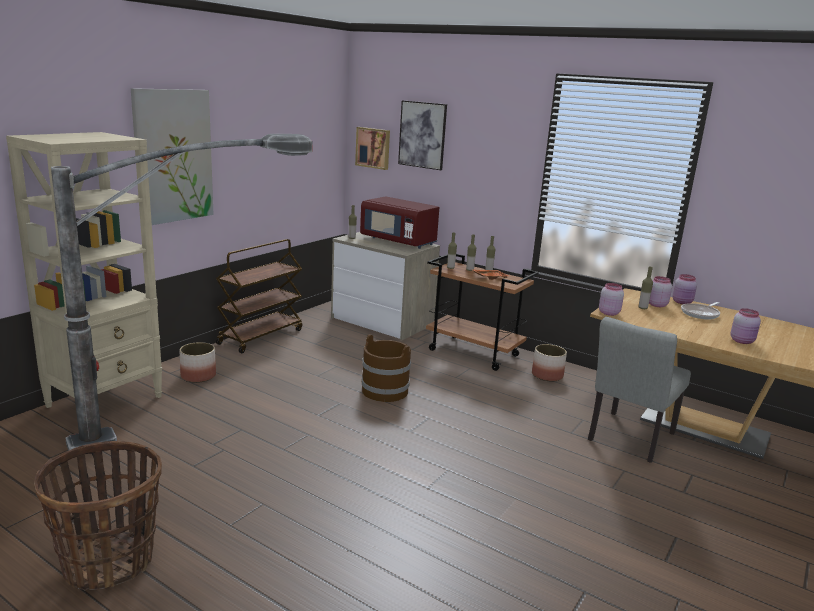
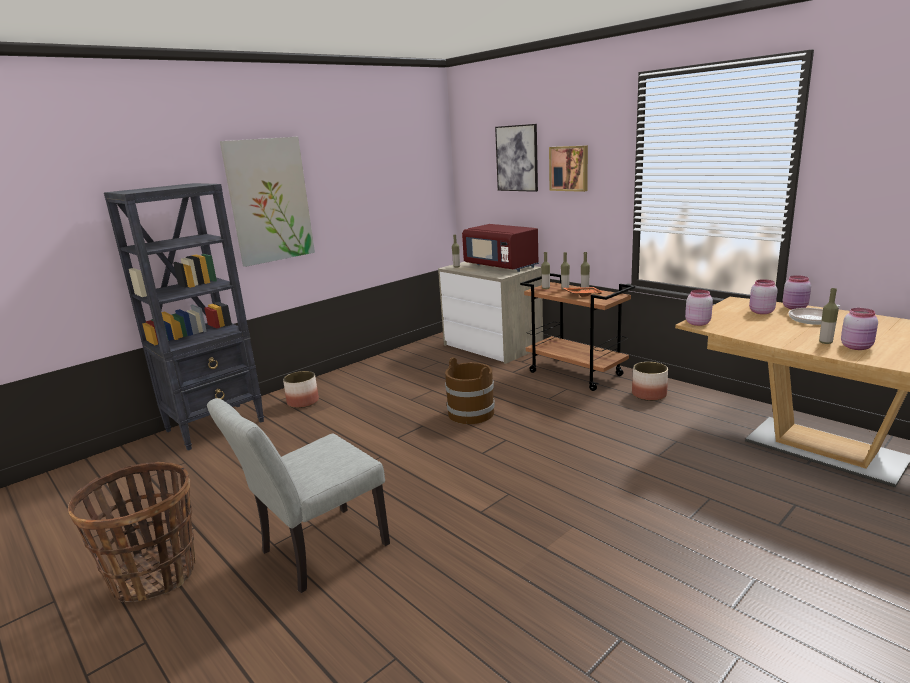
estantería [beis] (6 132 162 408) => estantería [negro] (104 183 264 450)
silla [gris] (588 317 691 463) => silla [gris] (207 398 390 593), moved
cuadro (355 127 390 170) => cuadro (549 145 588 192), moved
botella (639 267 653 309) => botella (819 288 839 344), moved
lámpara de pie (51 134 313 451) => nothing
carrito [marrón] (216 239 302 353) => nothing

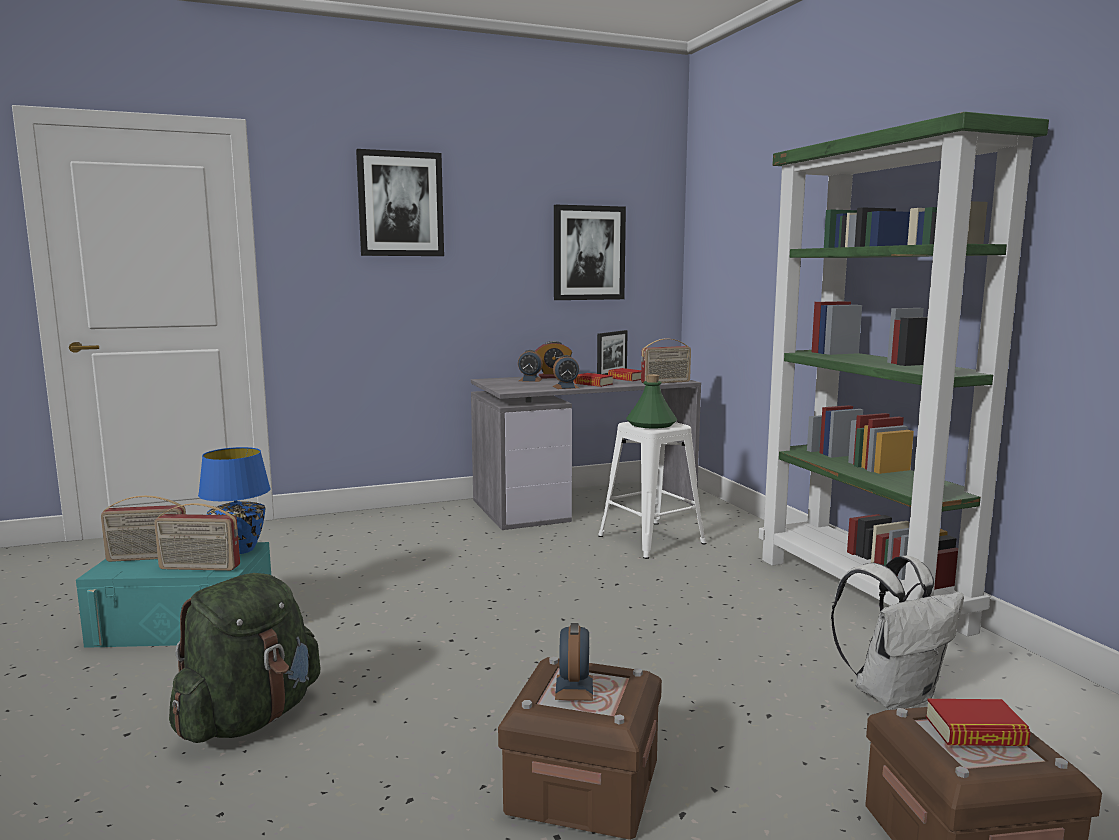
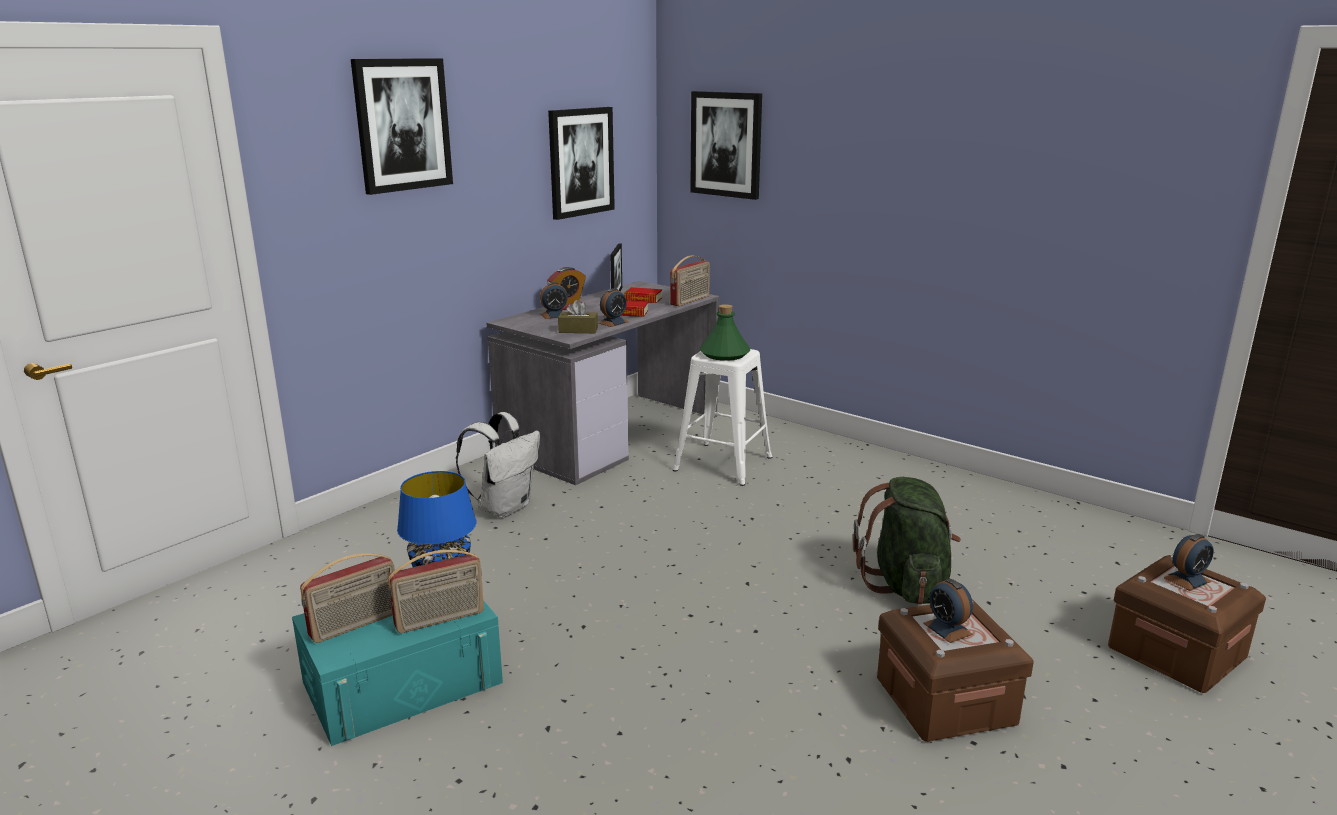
mochila [blanco] (831 555 964 710) => mochila [blanco] (456 412 540 518), moved
nothing => caja de pañuelos [marrón] (558 300 598 333)
nothing => cuadro (690 91 762 200)
mochila [verde] (169 573 320 743) => mochila [verde] (853 477 961 605), moved
libro (926 699 1031 746) => despertador (1164 534 1214 591)
estantería [verde] (759 112 1049 636) => nothing

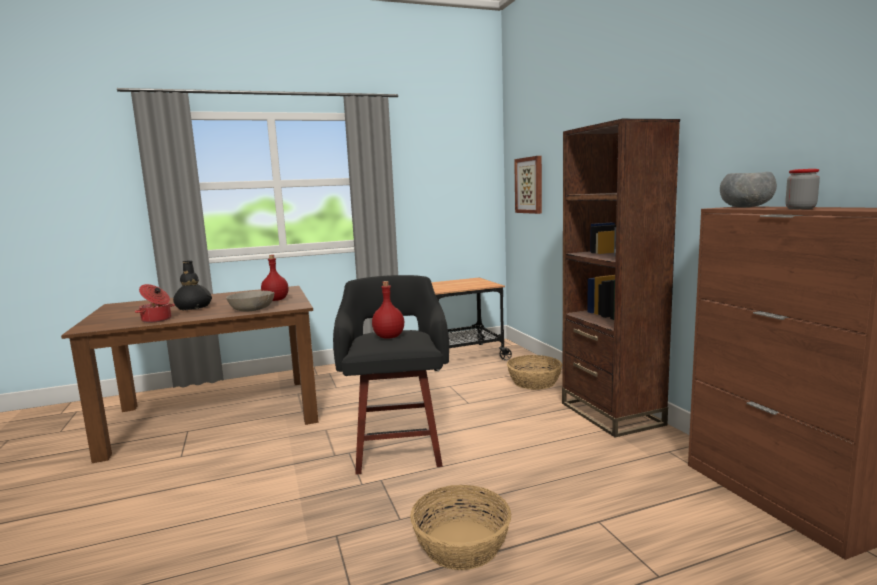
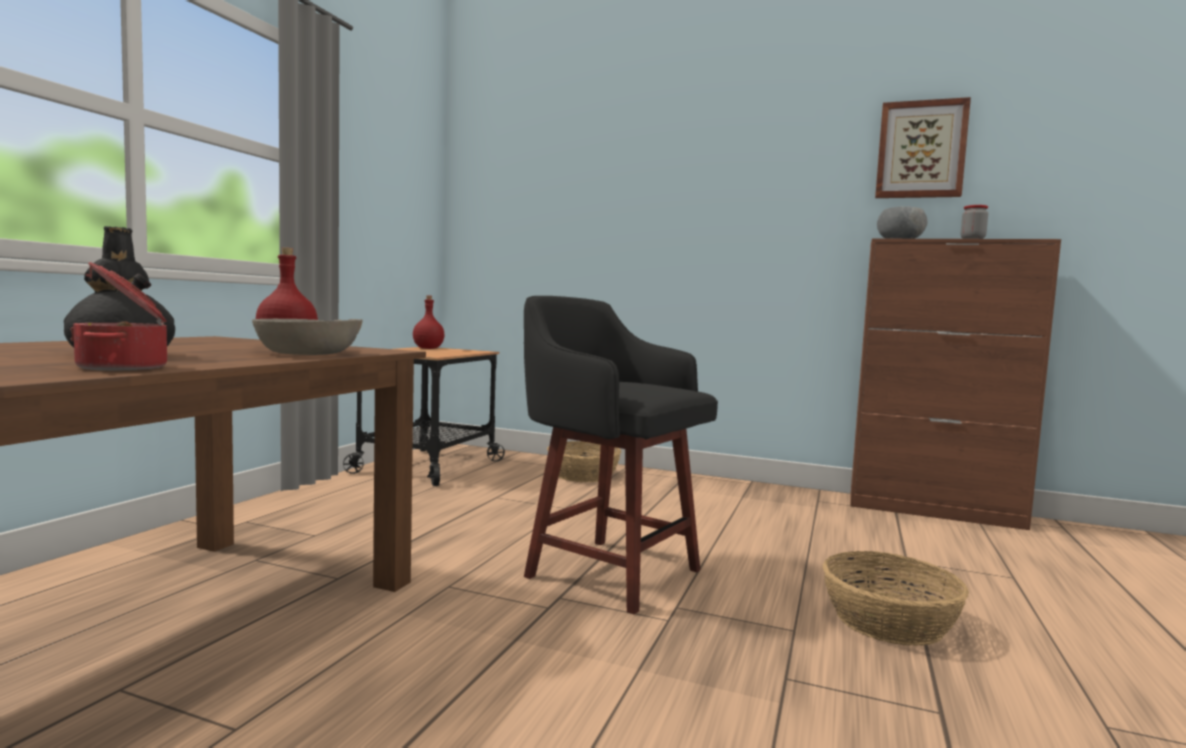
botella [rojo] (372 281 404 339) => botella [rojo] (413 296 444 349), moved
cuadro (514 156 542 214) => cuadro (875 97 971 198), moved
estantería [marrón] (562 119 680 437) => nothing

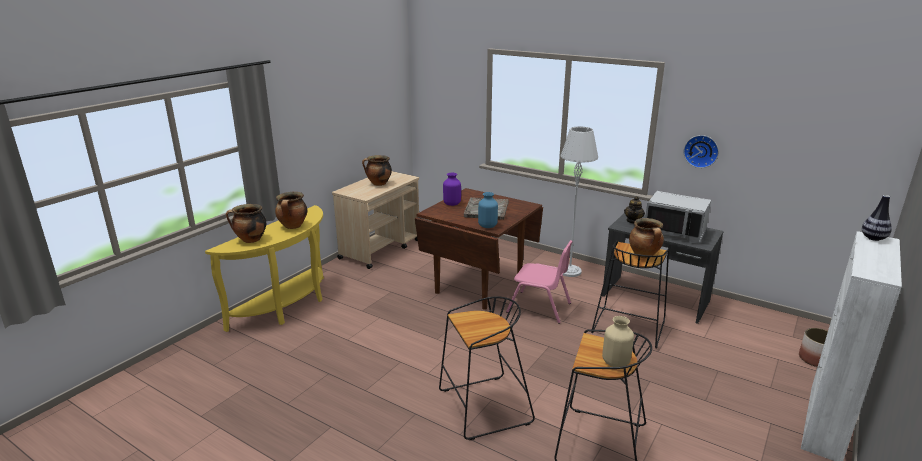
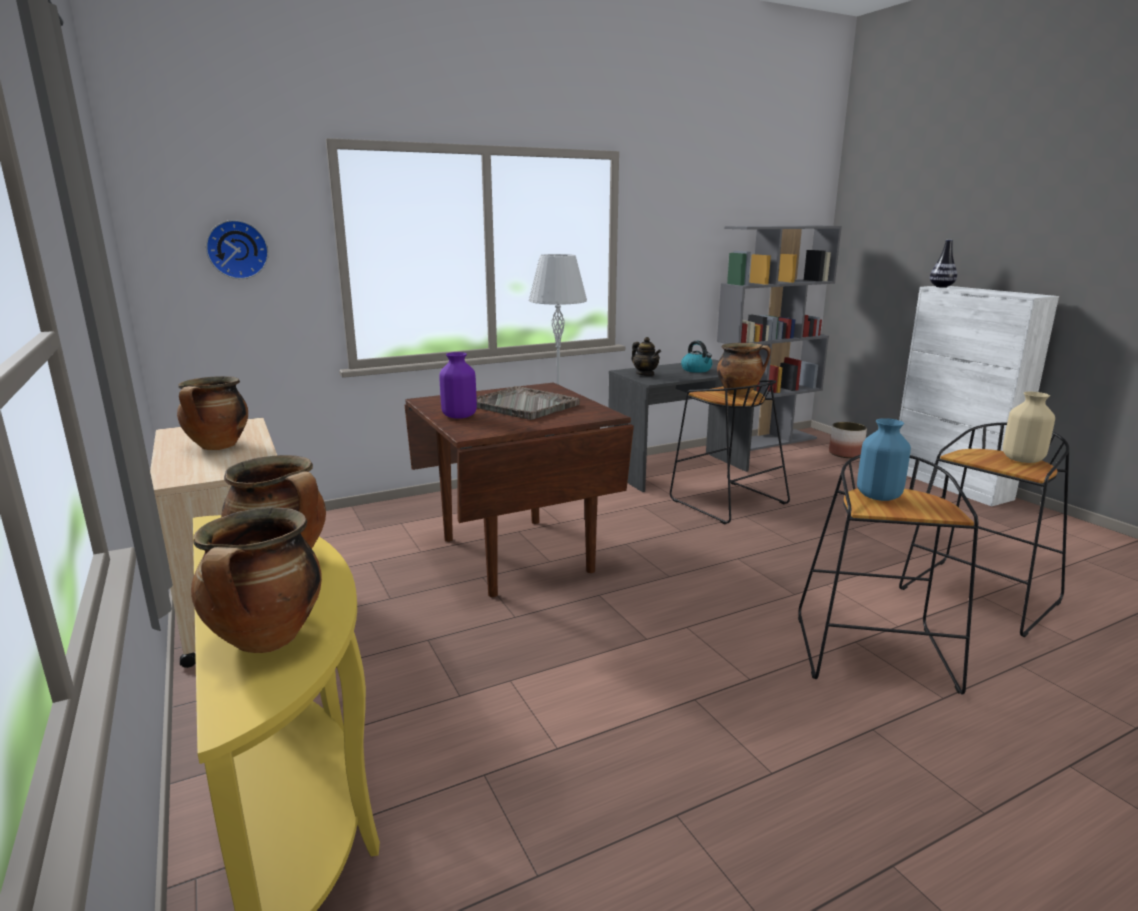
reloj de pared (684 135 719 168) => reloj de pared (206 220 269 279), moved
microondas [gris] (645 191 711 243) => hervidor (681 341 712 373)
nothing => estantería [gris] (717 226 842 451)
florero [azul] (478 192 498 228) => florero [azul] (857 418 911 501), moved
silla [rosa] (506 240 573 324) => nothing

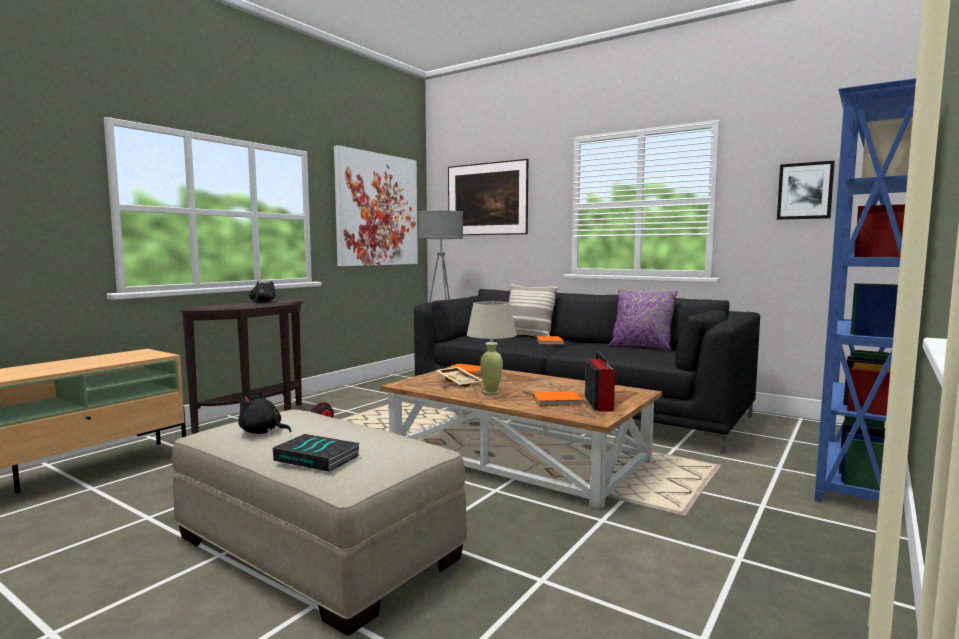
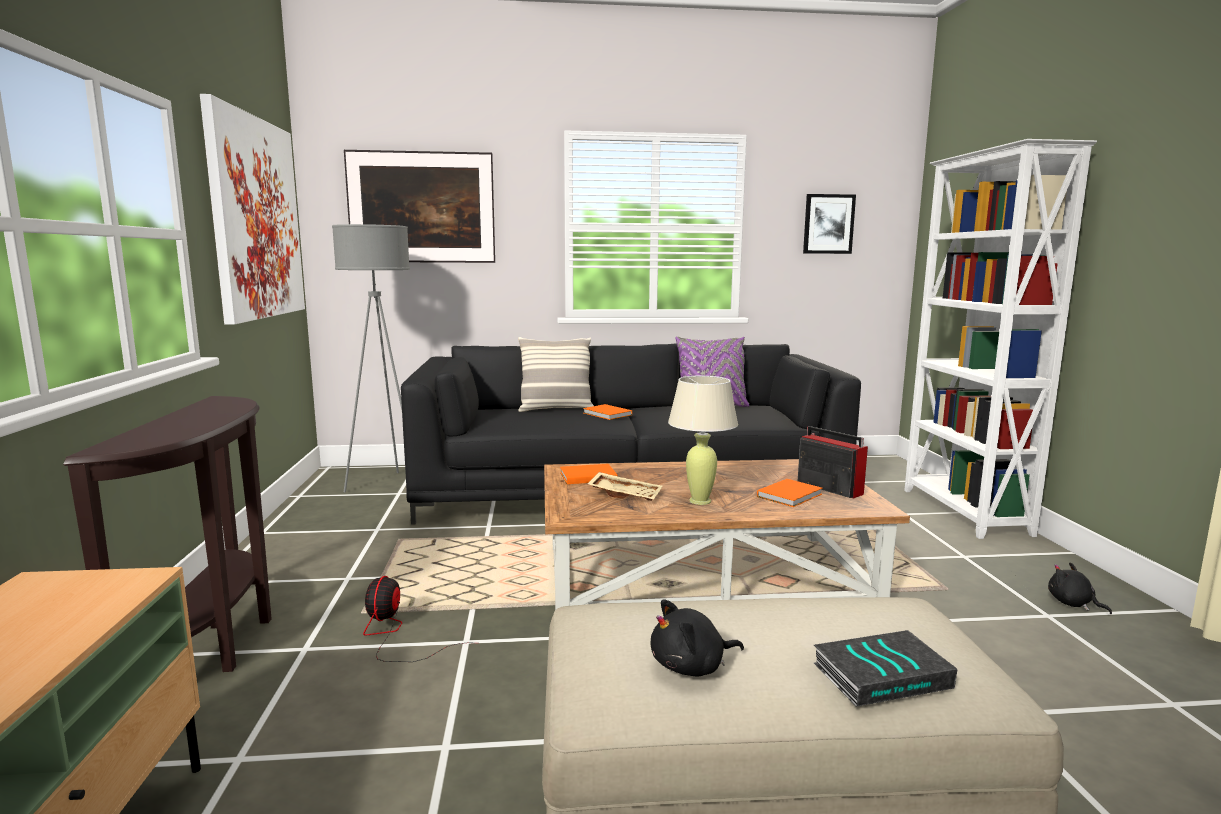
estantería [azul] (814 78 916 502) => estantería [blanco] (904 139 1097 539)
peluche [negro] (249 281 276 303) => peluche [negro] (1048 562 1112 614), moved

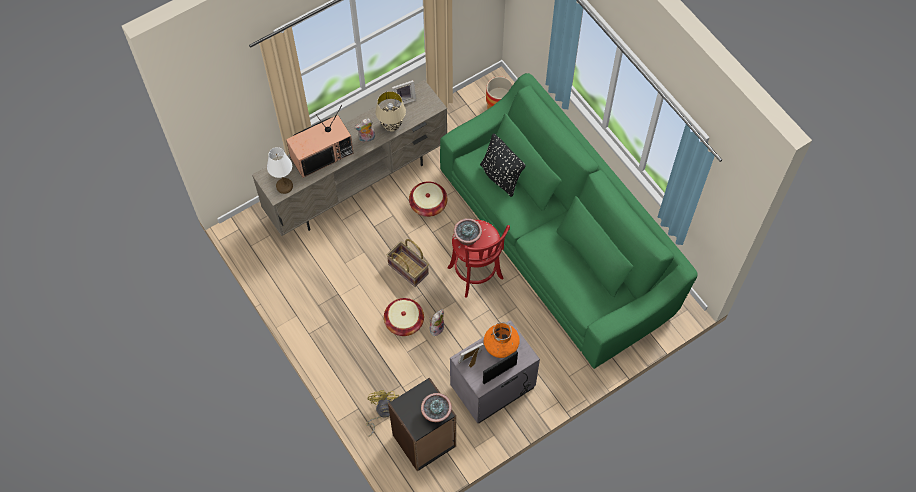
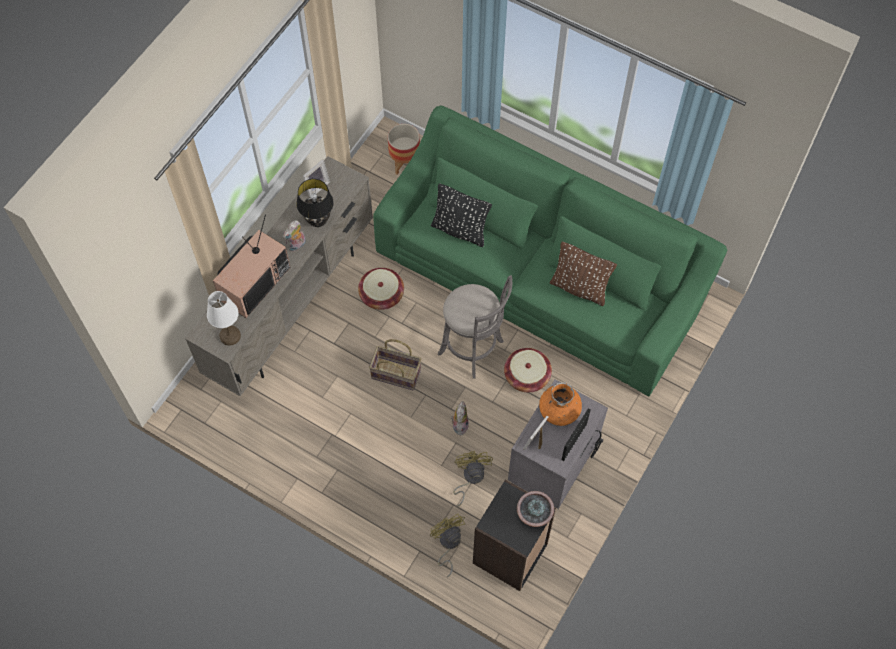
lámpara de mesa [beis] (375 91 406 131) => lámpara de mesa [negro] (296 179 334 227)
taburete [rojo] (448 220 510 298) => taburete [gris] (438 275 513 379)
nothing => ventilador [amarillo] (453 451 493 507)
cesta (384 298 424 336) => cesta (504 348 552 392), moved
nothing => cojín [marrón] (550 241 617 306)
planta en maceta (454 218 482 245) => nothing

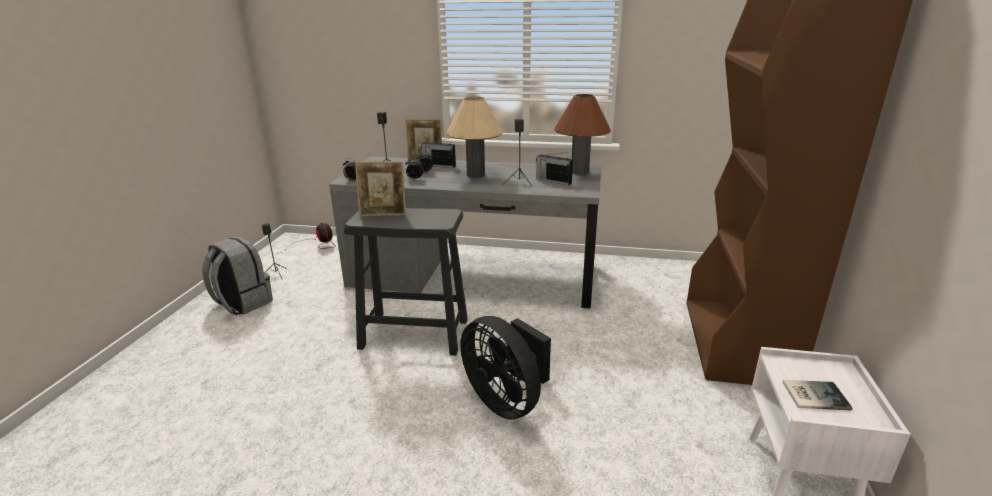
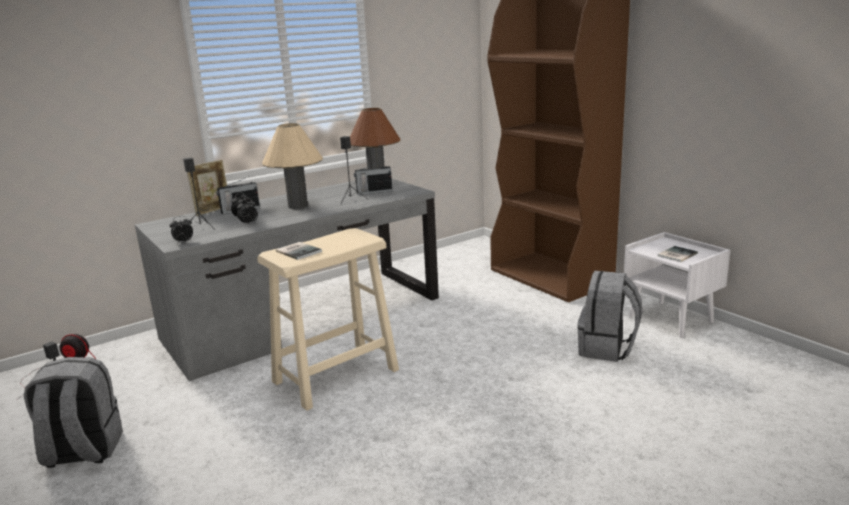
taburete [negro] (344 208 468 356) => taburete [beis] (257 228 399 411)
portarretratos (355 161 406 216) => libro (276 242 322 260)
nothing => mochila [gris] (577 271 642 362)
ventilador [negro] (461 316 551 419) => nothing

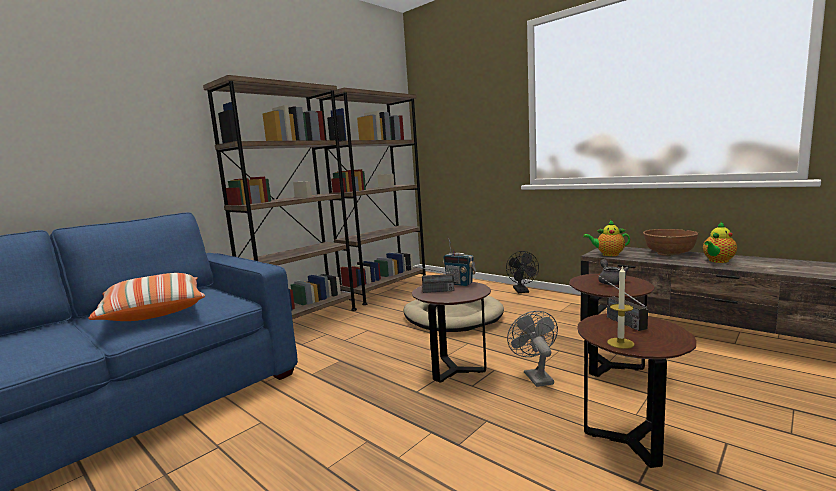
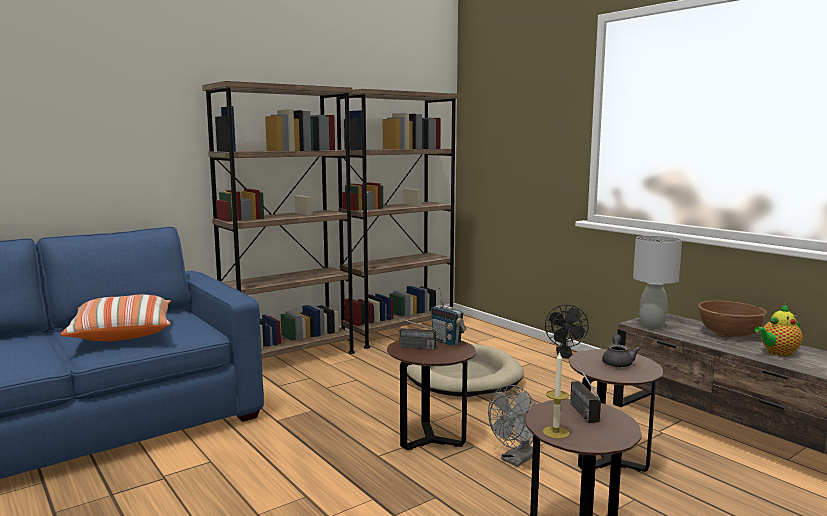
ventilador [gris] (507 311 558 387) => ventilador [gris] (488 385 536 467), 135 degrees counterclockwise
tetera (583 220 630 256) => lámpara de mesa [gris] (633 236 682 329)

